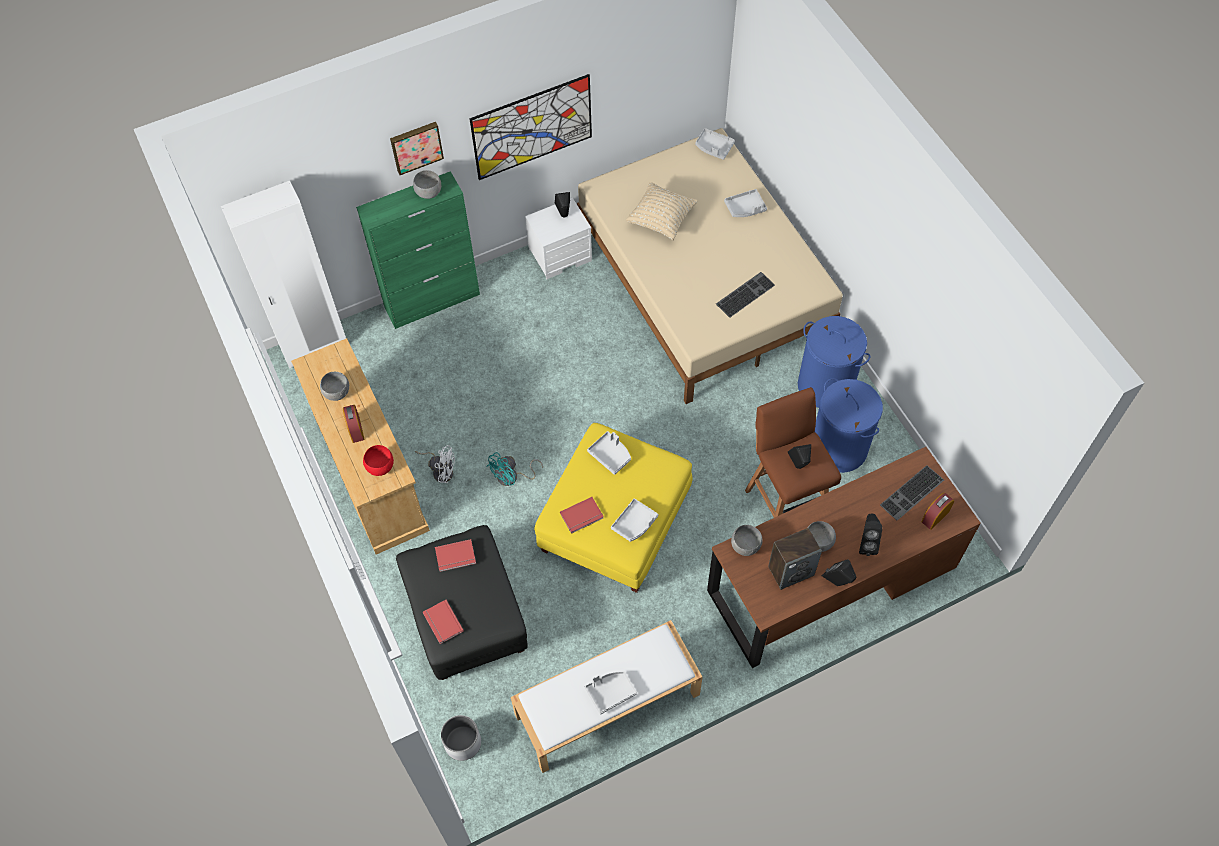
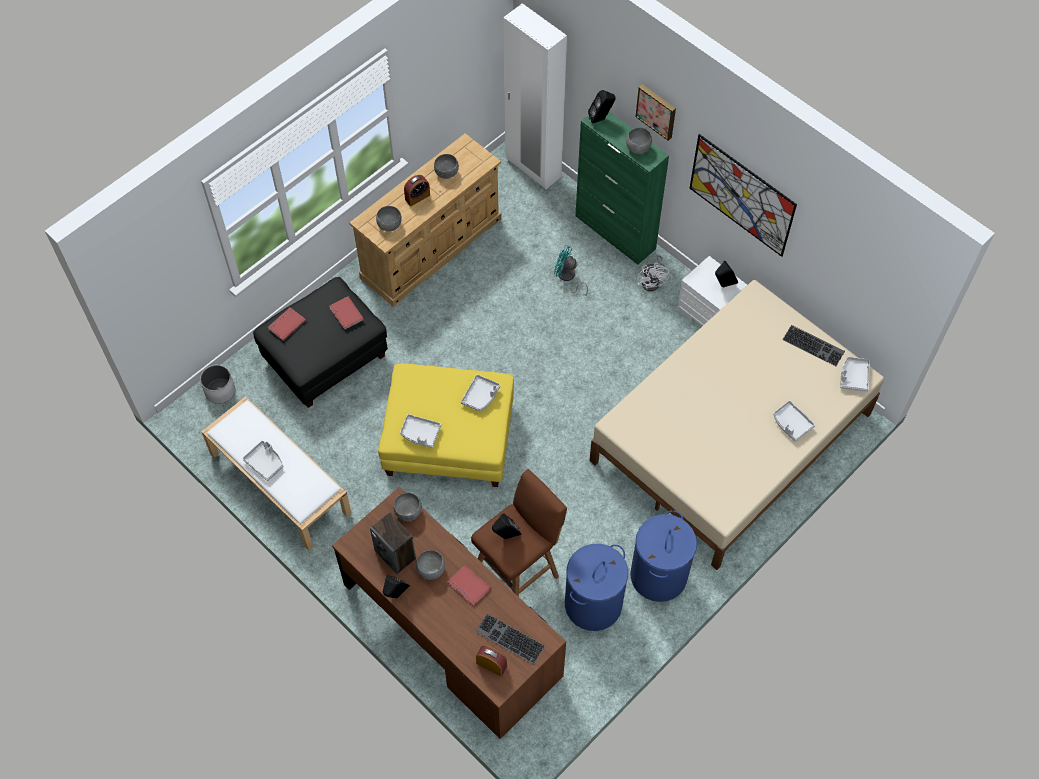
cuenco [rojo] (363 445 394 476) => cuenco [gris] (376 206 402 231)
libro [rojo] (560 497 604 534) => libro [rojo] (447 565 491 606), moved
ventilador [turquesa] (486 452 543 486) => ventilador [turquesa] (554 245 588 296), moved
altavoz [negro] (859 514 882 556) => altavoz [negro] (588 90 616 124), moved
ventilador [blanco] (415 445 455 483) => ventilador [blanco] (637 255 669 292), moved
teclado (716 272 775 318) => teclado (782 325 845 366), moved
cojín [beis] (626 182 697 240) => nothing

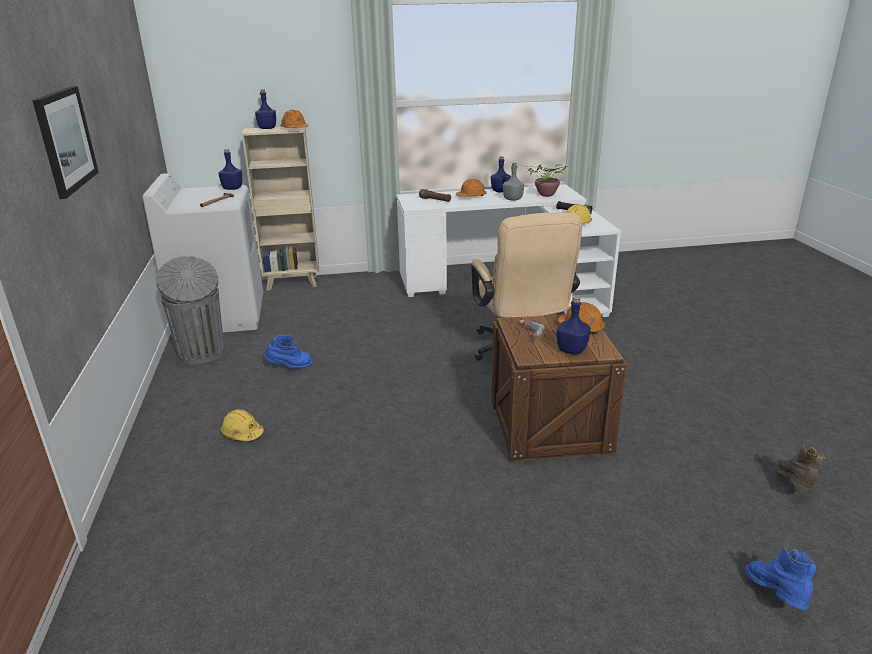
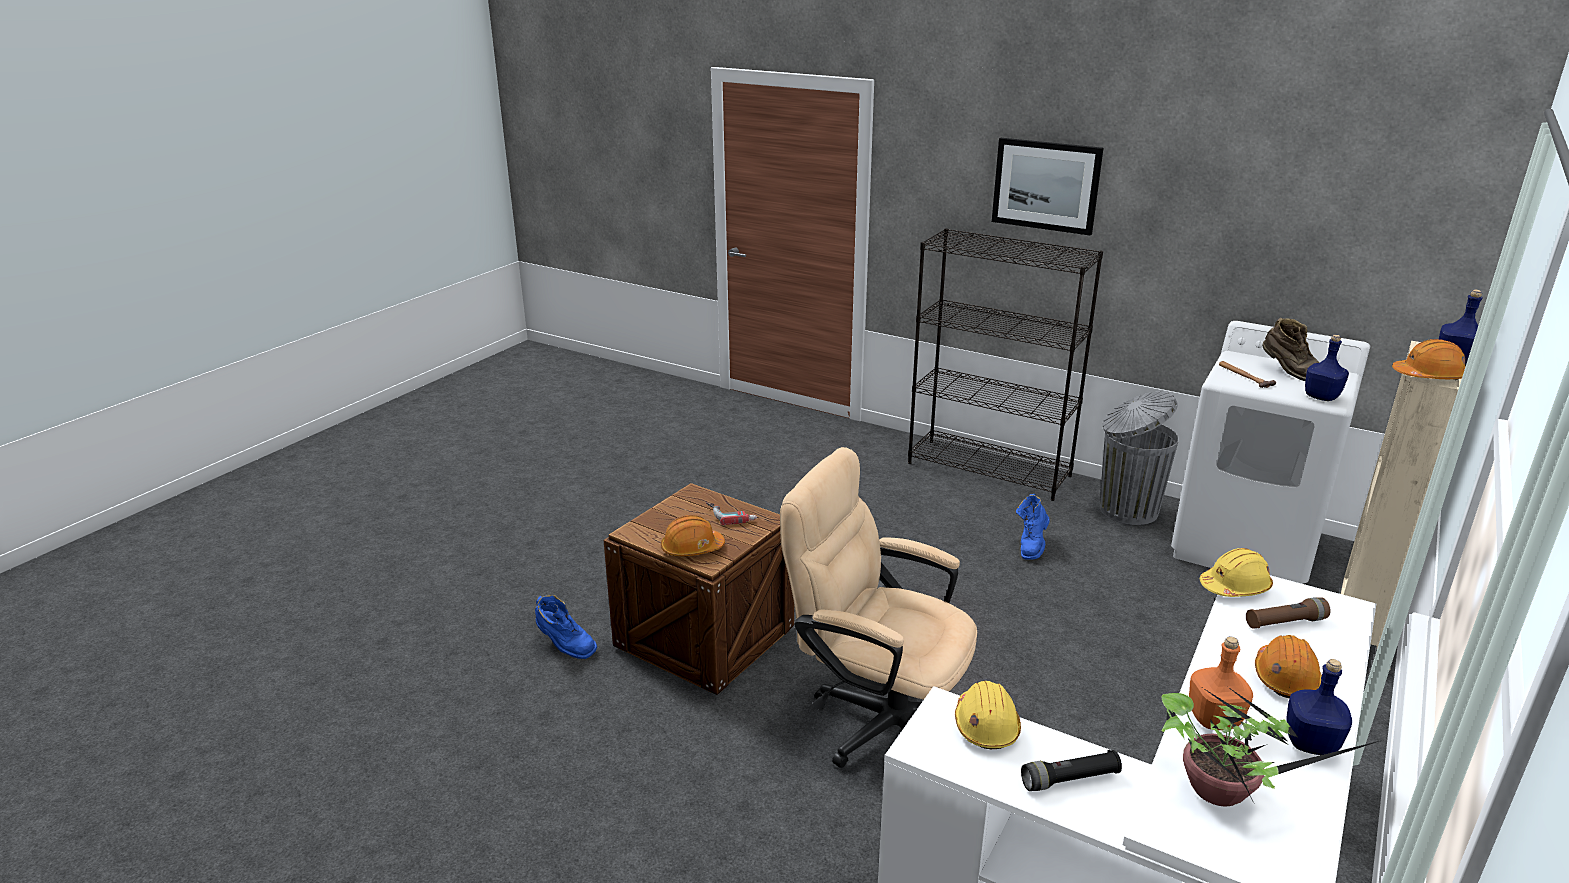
bota [azul] (745 547 816 610) => bota [azul] (535 595 597 659), moved
nothing => estantería [negro] (908 228 1103 501)
botella [gris] (503 163 524 201) => botella [naranja] (1189 637 1253 730)
casco [amarillo] (221 409 264 441) => casco [amarillo] (1200 548 1273 597), moved
bota [marrón] (775 444 826 492) => bota [marrón] (1262 318 1320 381), moved
botella [azul] (557 297 591 354) => nothing

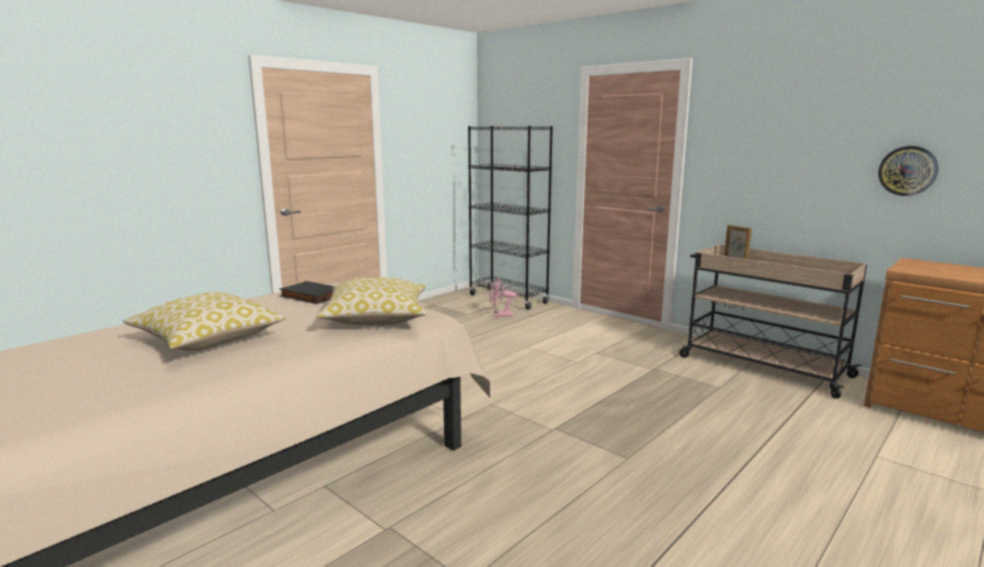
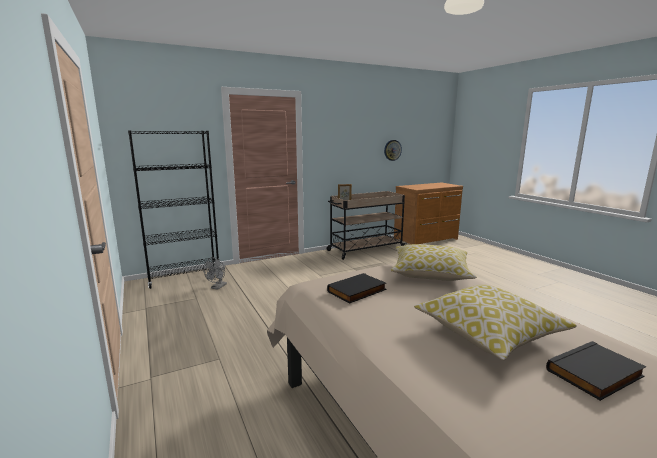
ventilador [rosa] (489 277 517 317) => ventilador [gris] (203 257 227 290)
nothing => libro [negro] (546 341 647 401)

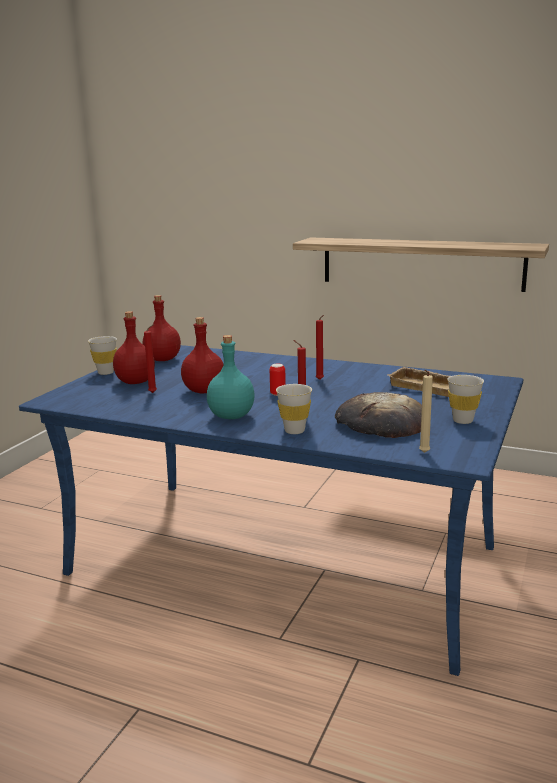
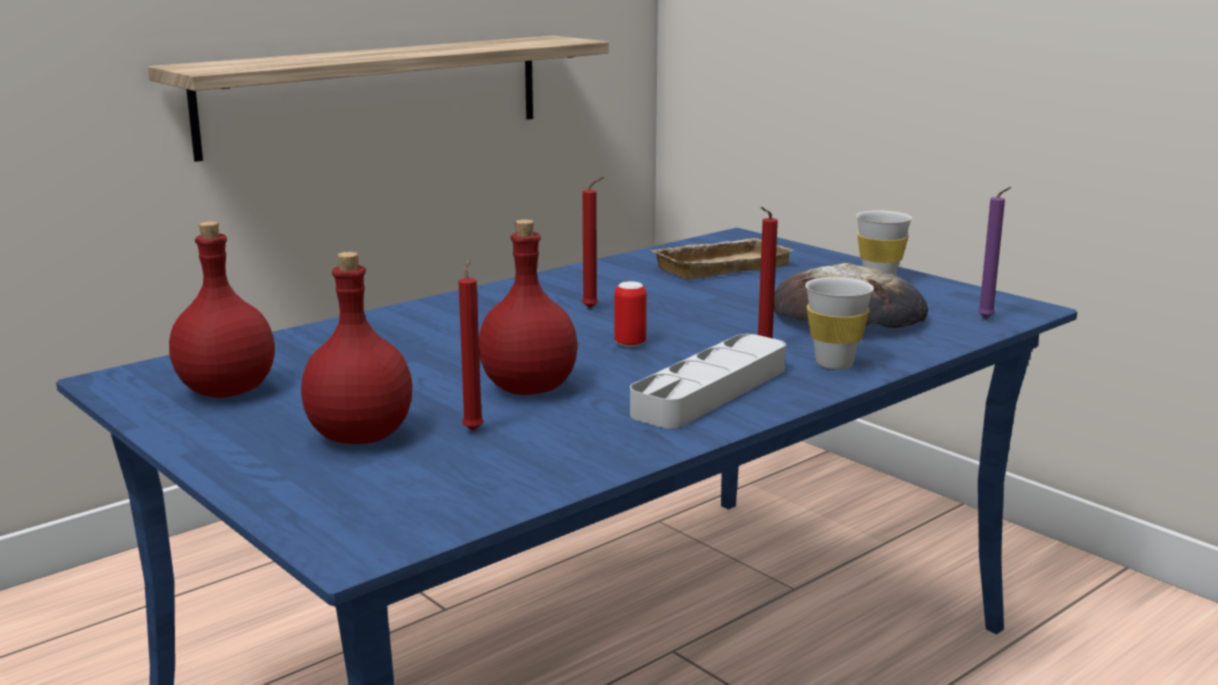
botella [turquesa] (207 335 255 419) => bandeja [gris] (630 334 786 428)
vela [beis] (419 370 433 453) => vela [morado] (978 187 1012 319)
taza [blanco] (88 336 117 375) => nothing

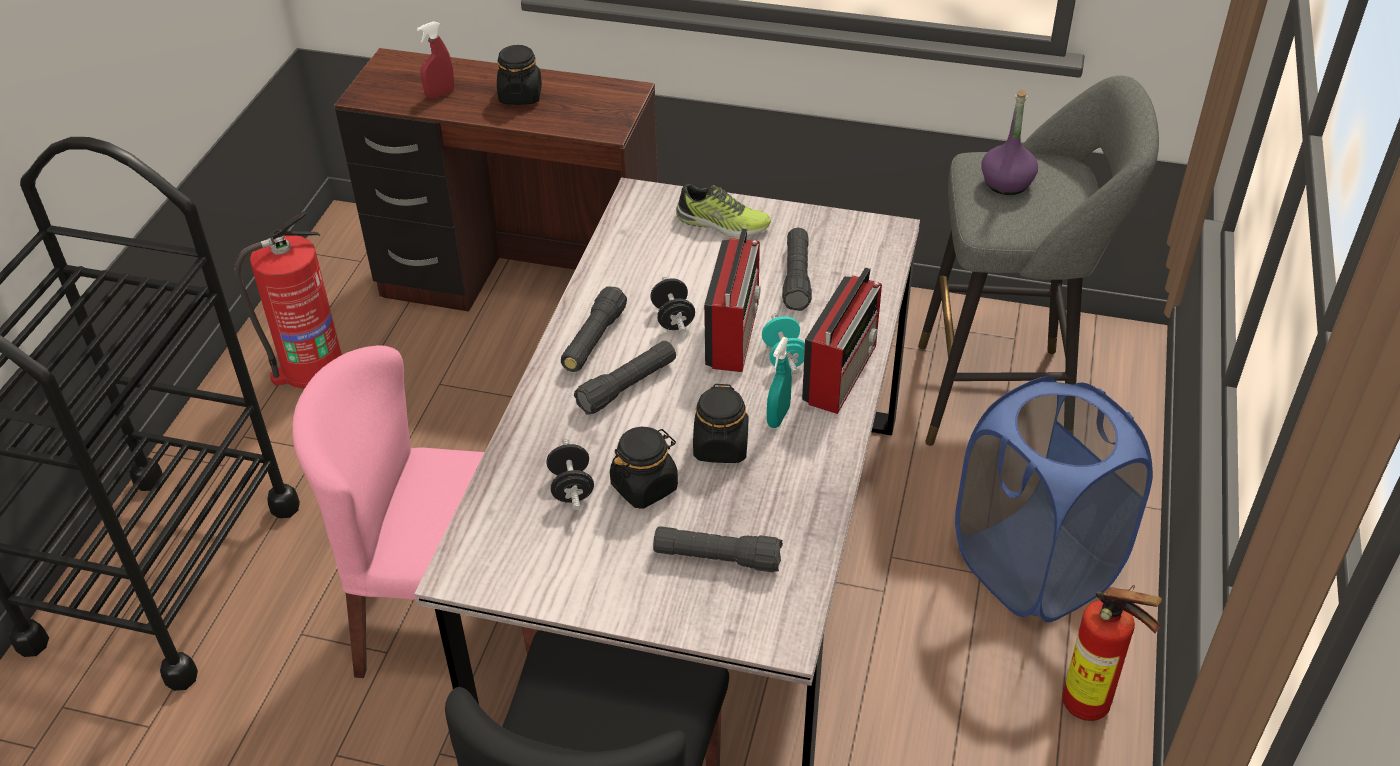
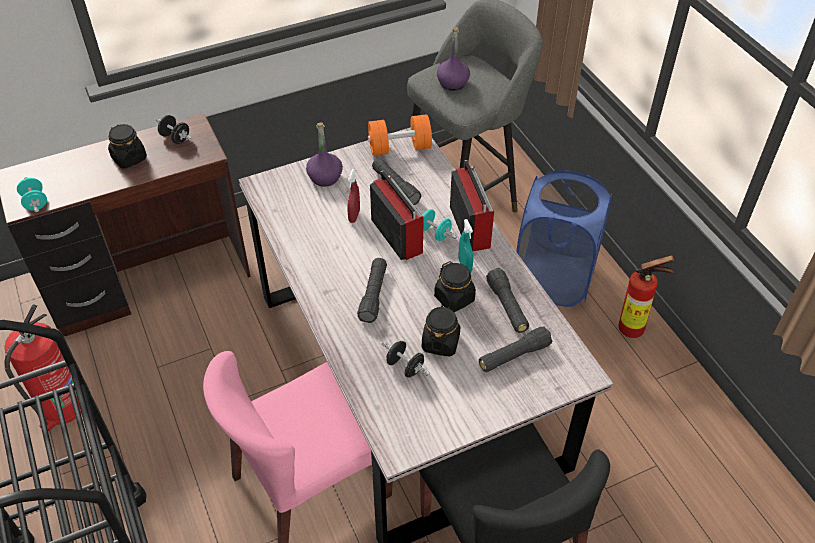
nothing => mancuerna [turquesa] (17 177 47 212)
mancuerna [negro] (651 276 695 333) => mancuerna [negro] (156 115 192 144), moved
zapato (676 184 771 238) => botella [morado] (306 122 343 187)
pulverizador [rojo] (417 21 454 99) => pulverizador [rojo] (347 169 360 223), moved
nothing => mancuerna [naranja] (368 114 432 156)
linterna [negro] (561 286 627 372) => linterna [negro] (486 268 529 333), moved

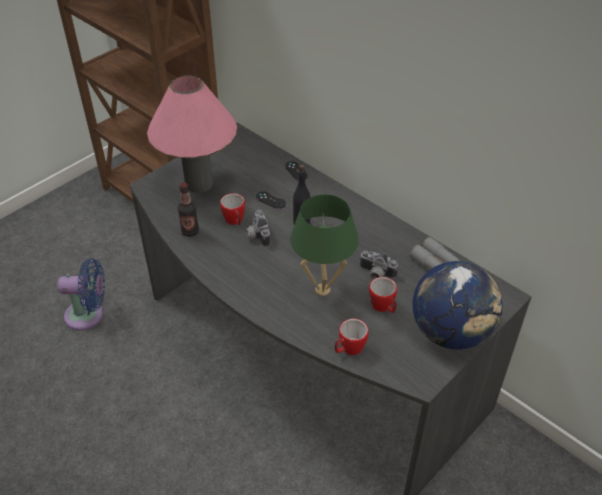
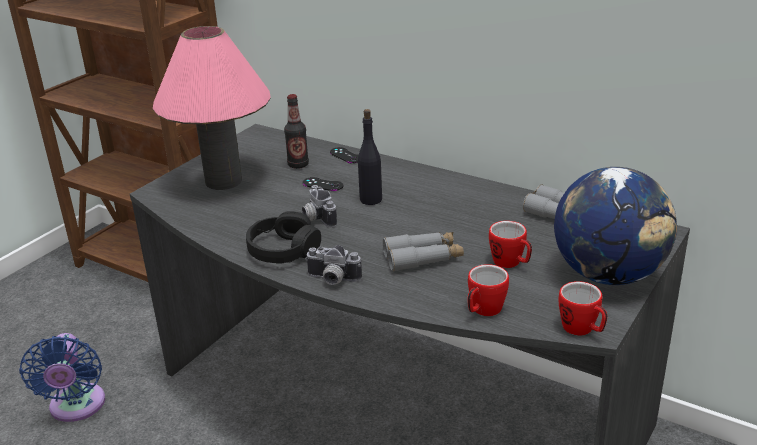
ventilador [azul] (57 258 105 330) => ventilador [azul] (19 333 105 422), 90 degrees clockwise
nothing => auriculares [negro] (246 211 321 263)
botella (178 182 199 237) => botella (284 94 309 169), moved
cámara (359 251 398 280) => cámara (305 245 362 285), moved
lámpara de mesa [verde] (290 194 359 296) => prismáticos [gris] (383 232 464 271)
taza grande (220 193 245 225) => taza grande (558 281 607 336), moved

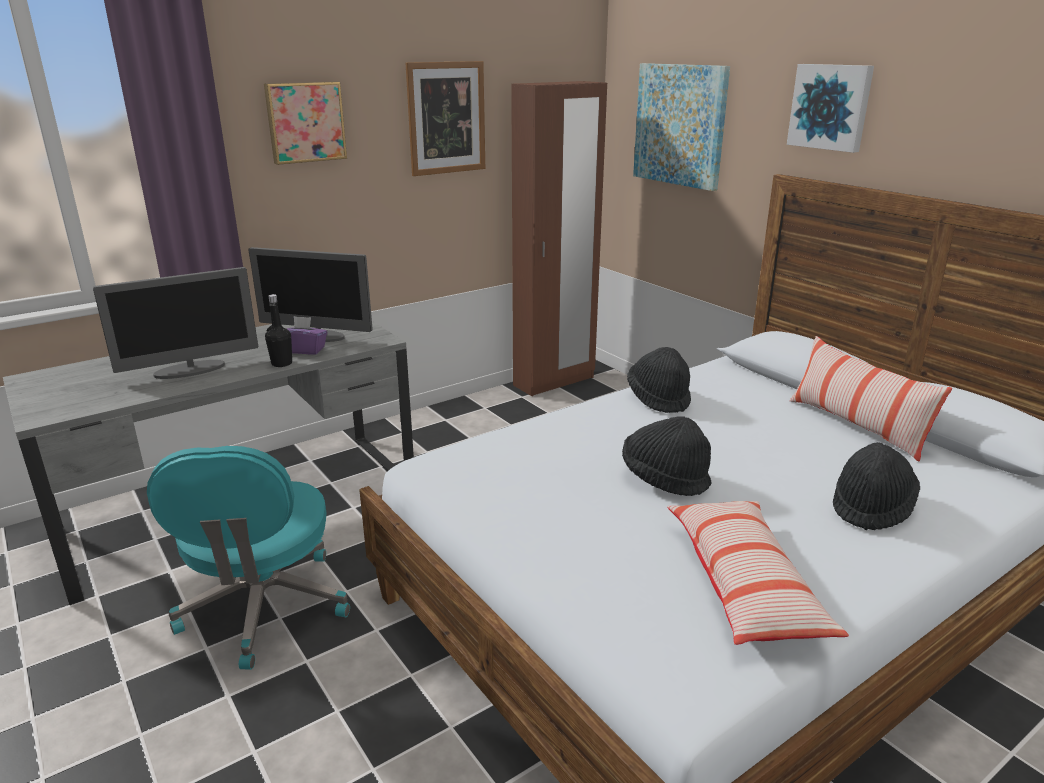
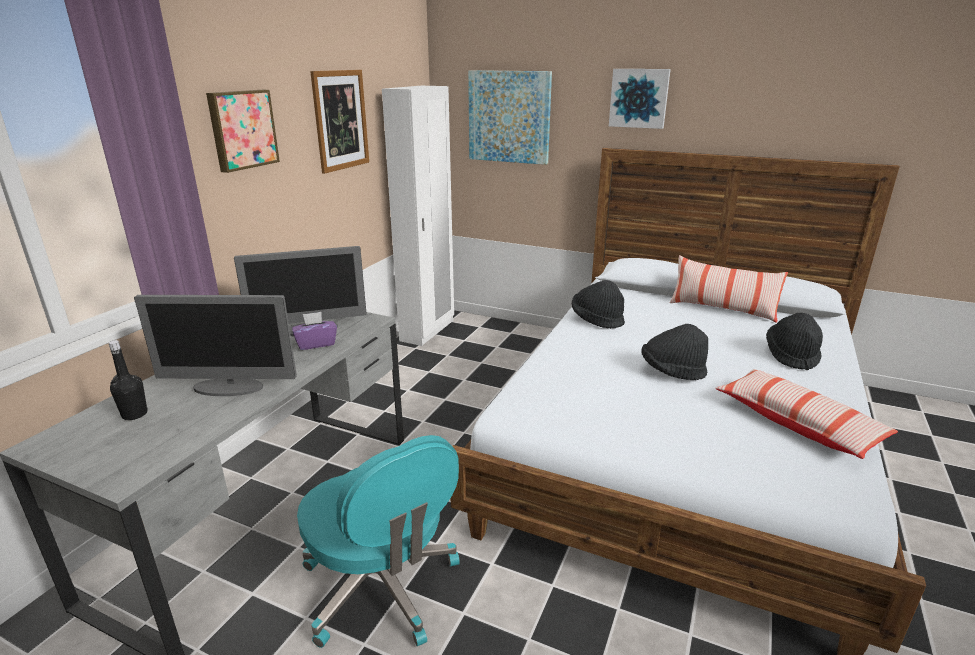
botella [negro] (265 294 292 367) => botella [negro] (109 340 148 420), moved
monitor (93 267 258 379) => monitor (134 295 297 396), 60 degrees clockwise
armario ropero [marrón] (511 81 607 396) => armario ropero [blanco] (382 86 454 346)

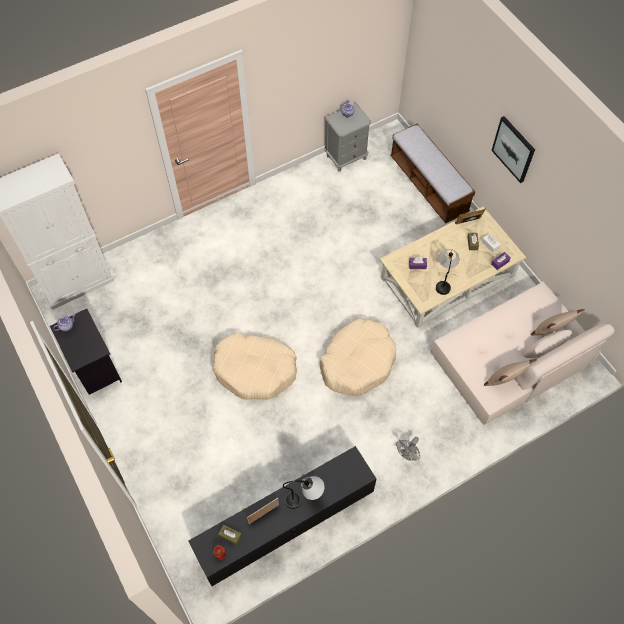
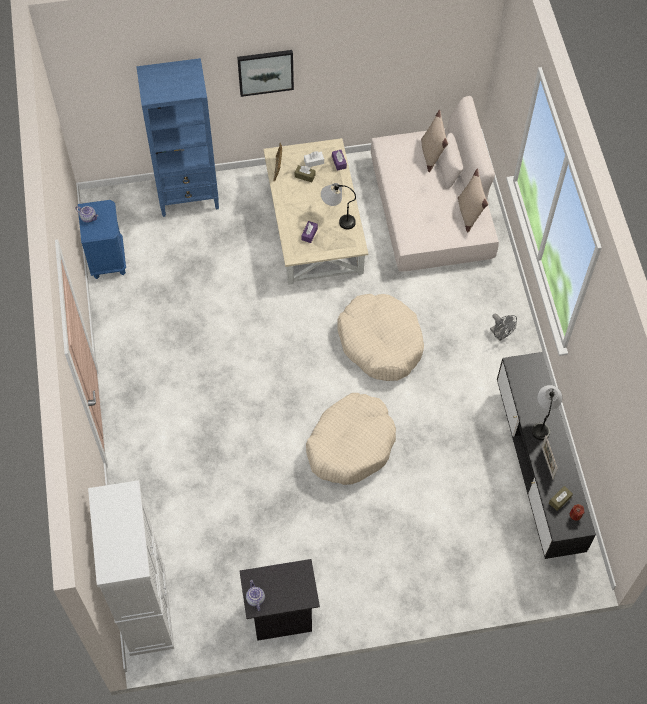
mesita de noche [gris] (324 103 371 172) => mesita de noche [azul] (78 200 126 279)
banco (390 124 475 223) => estantería [azul] (136 58 219 217)

